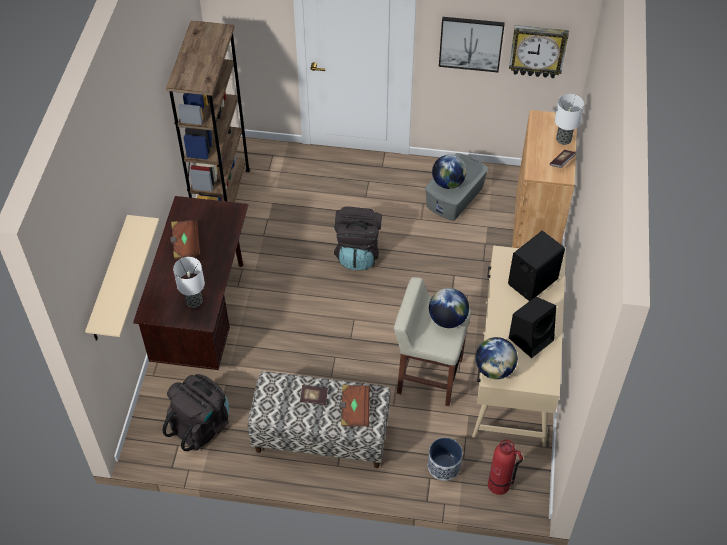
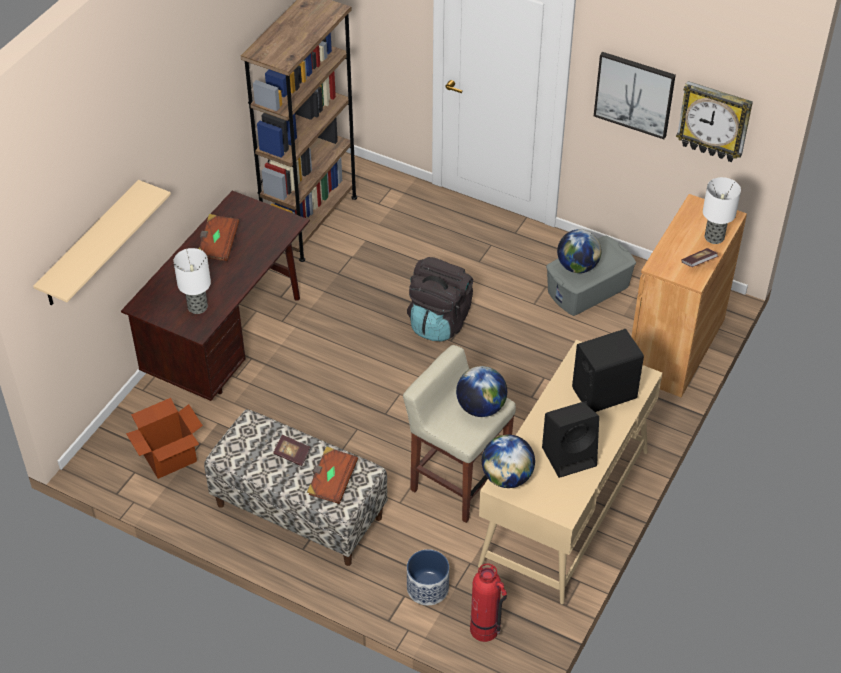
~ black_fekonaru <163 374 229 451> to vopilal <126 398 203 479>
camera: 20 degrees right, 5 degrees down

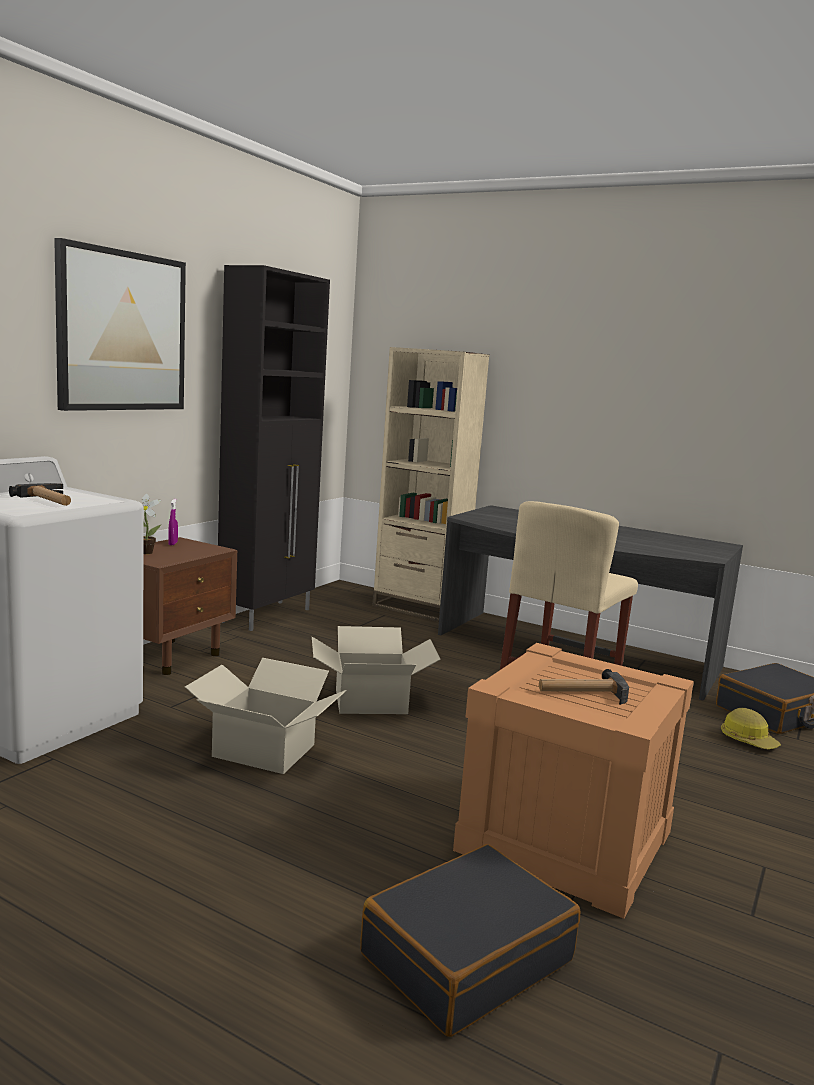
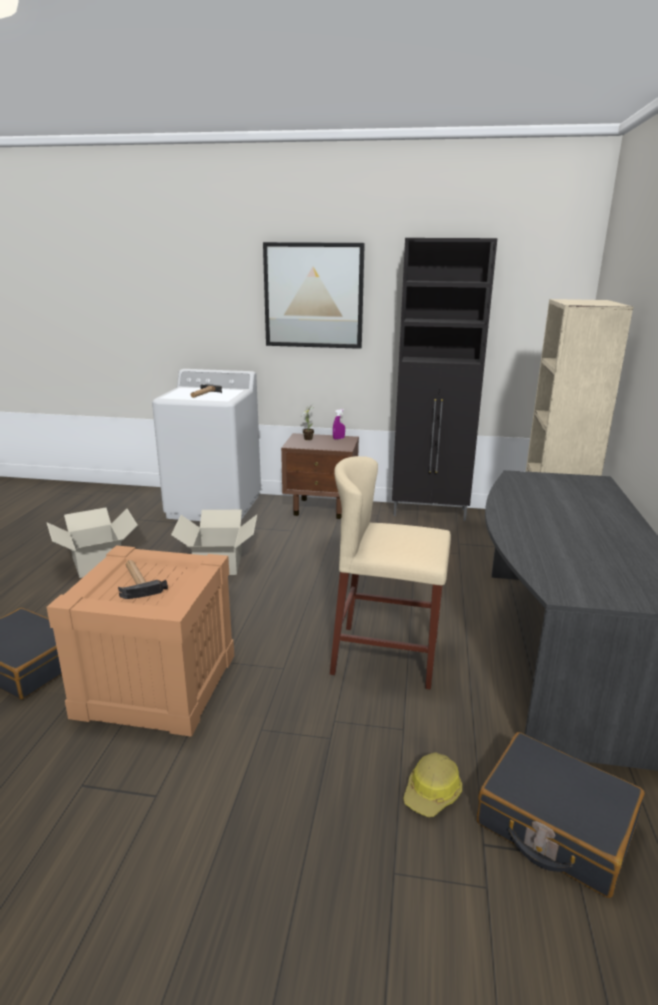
~ vopilal <312 626 441 714> to <47 508 137 578>
camera: 70 degrees right, 10 degrees up

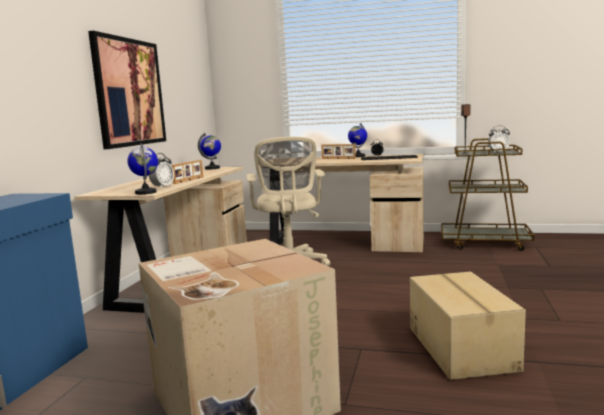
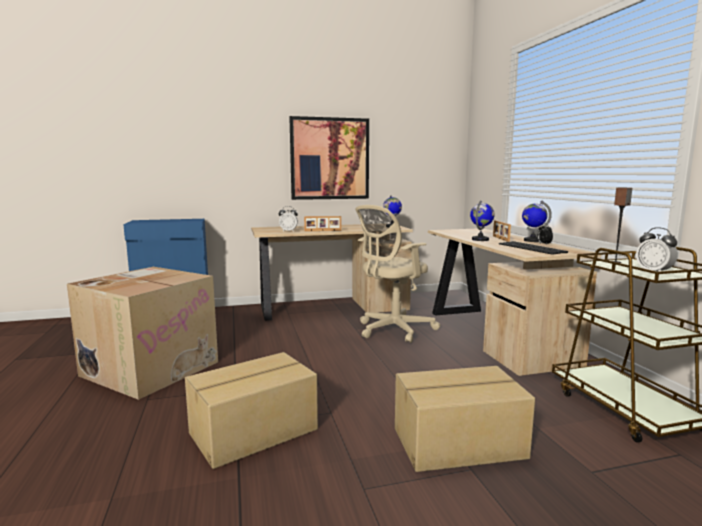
+ vopilal <395 366 535 472>
~ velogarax <128 144 158 195> to <470 200 495 241>
camera: 60 degrees right, 0 degrees up

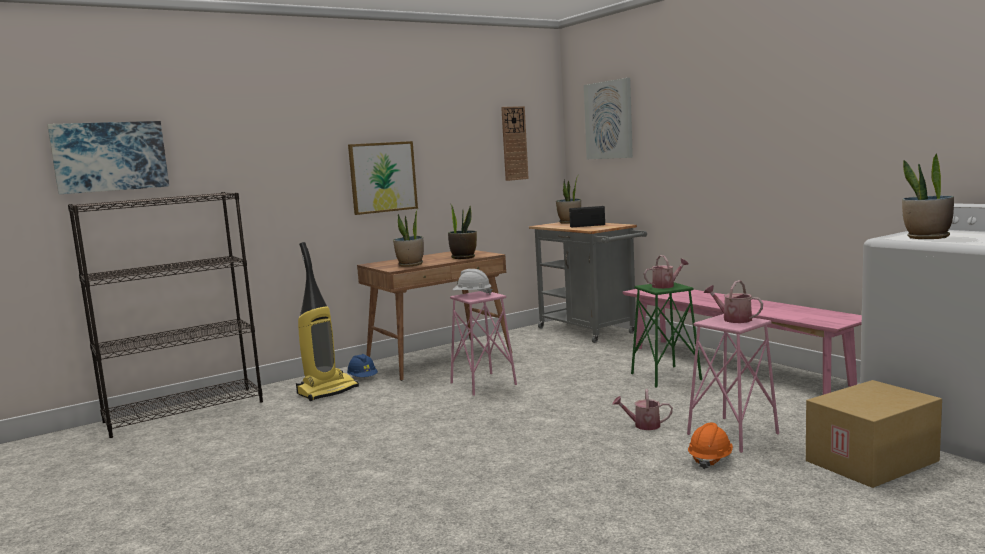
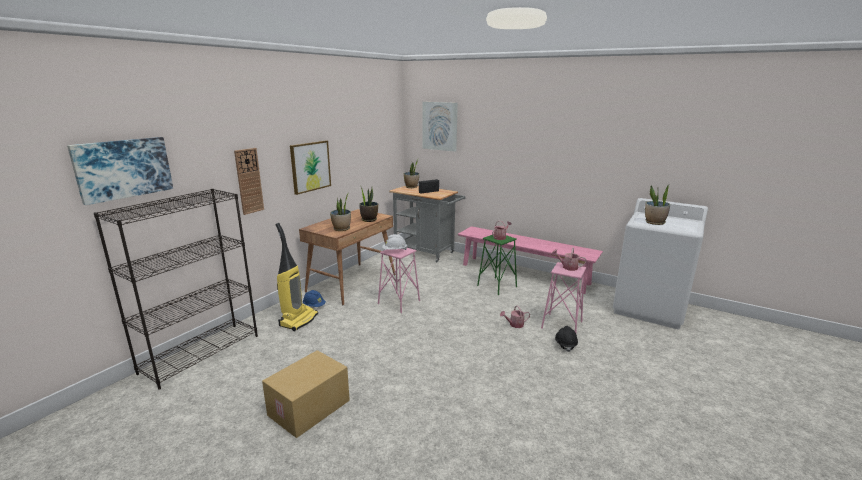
~ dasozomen <501 106 529 181> to <234 148 264 215>
~ vopilal <806 380 942 488> to <262 350 350 438>
~ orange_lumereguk <688 423 733 469> to black_lumereguk <555 326 578 352>
camera: 25 degrees left, 10 degrees up

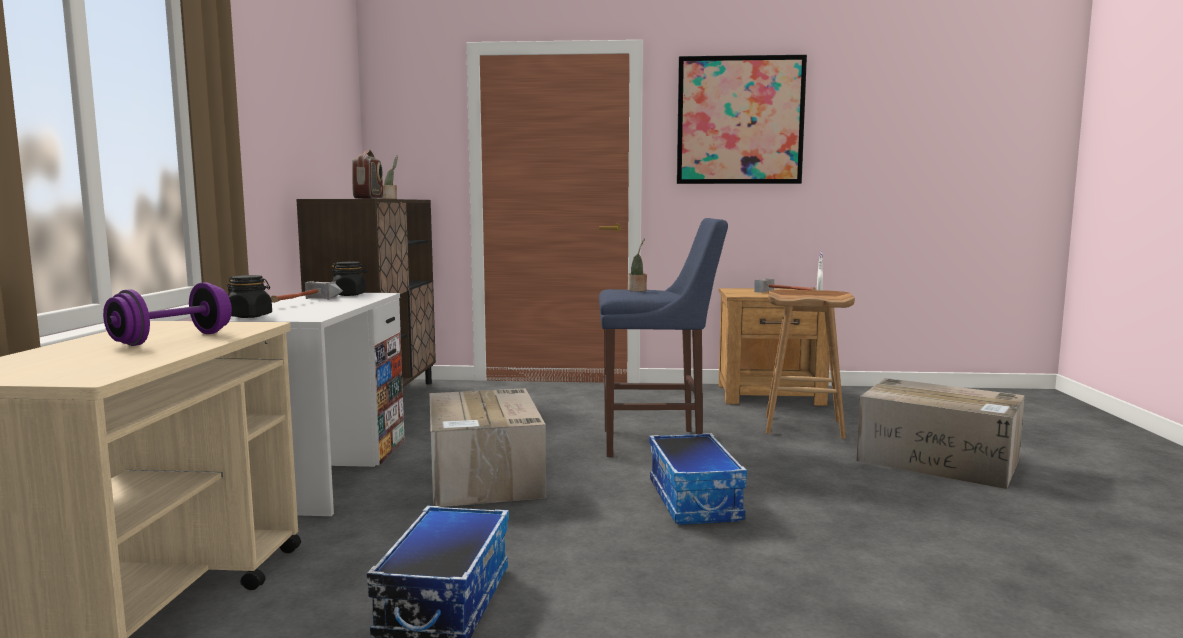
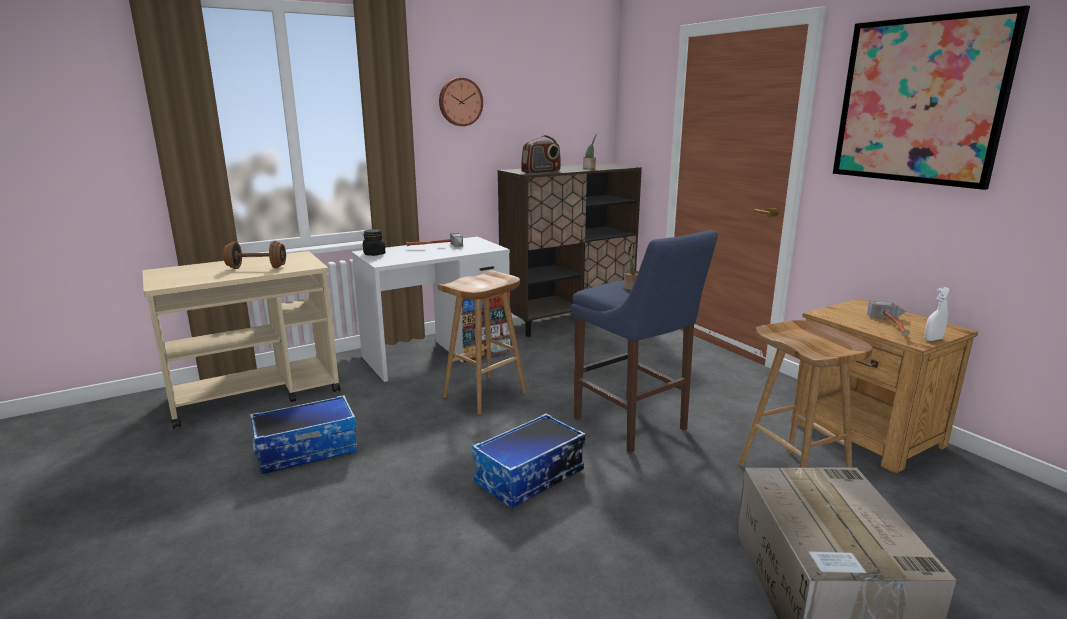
- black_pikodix <330 262 368 296>
+ dasozomen <439 78 483 126>
~ vopilal <430 388 546 507> to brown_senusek <437 270 526 414>
~ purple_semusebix <103 282 232 346> to brown_semusebix <223 241 286 269>
camera: 55 degrees right, 10 degrees up

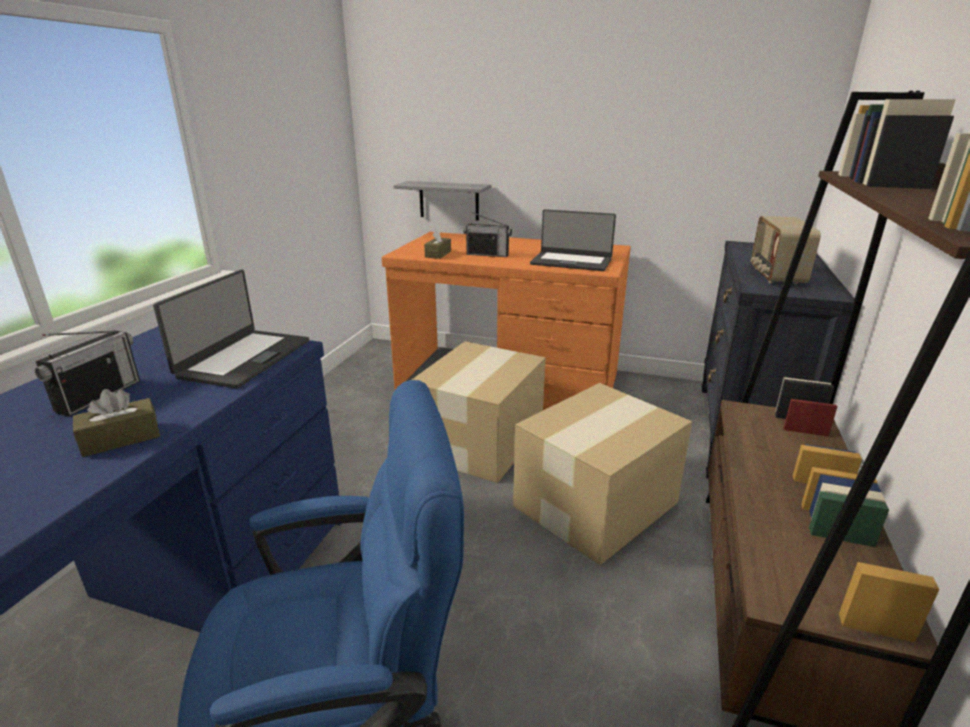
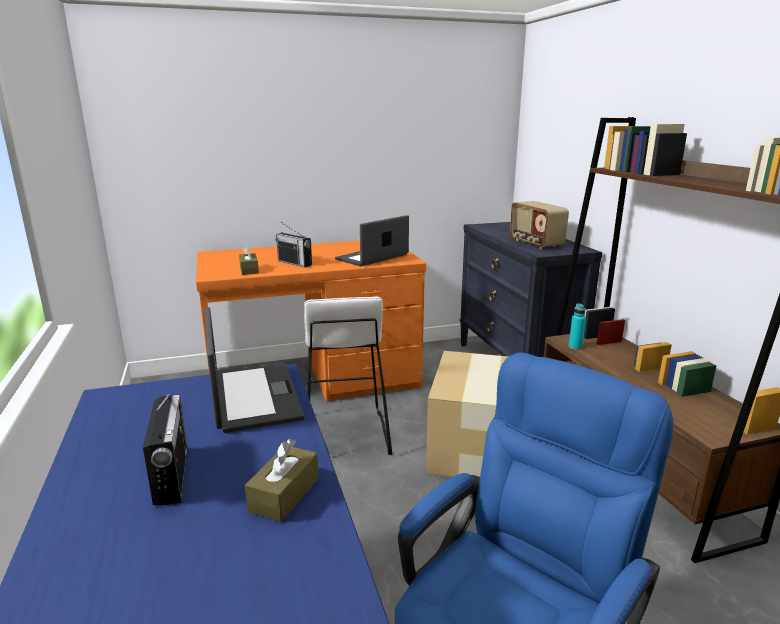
- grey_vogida <394 181 491 221>
+ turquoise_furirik <569 303 586 350>
~ vopilal <412 341 546 483> to white_senusek <304 296 392 455>
~ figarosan <463 212 512 257> = <275 222 312 267> 60 degrees clockwise
~ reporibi <530 209 616 271> = <335 215 409 266> 150 degrees clockwise
camera: 35 degrees left, 5 degrees down

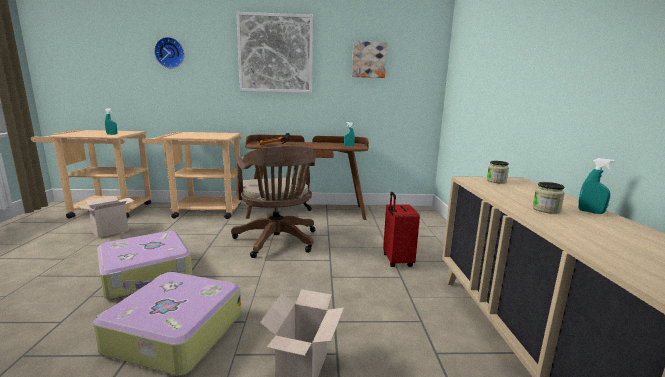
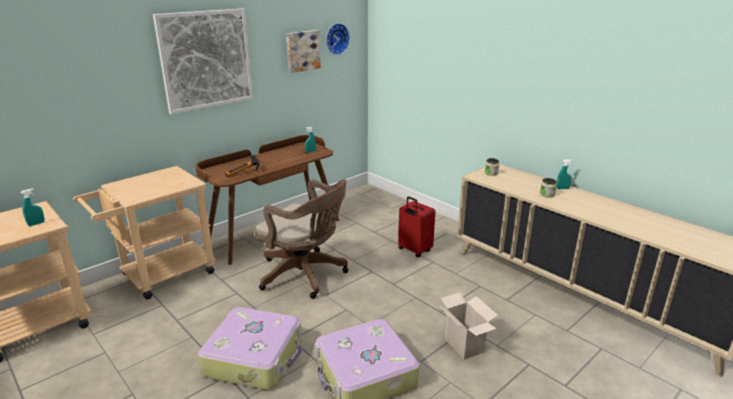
- vopilal <77 196 134 238>
~ dasozomen <154 37 184 69> to <326 23 350 55>
camera: 40 degrees left, 10 degrees up

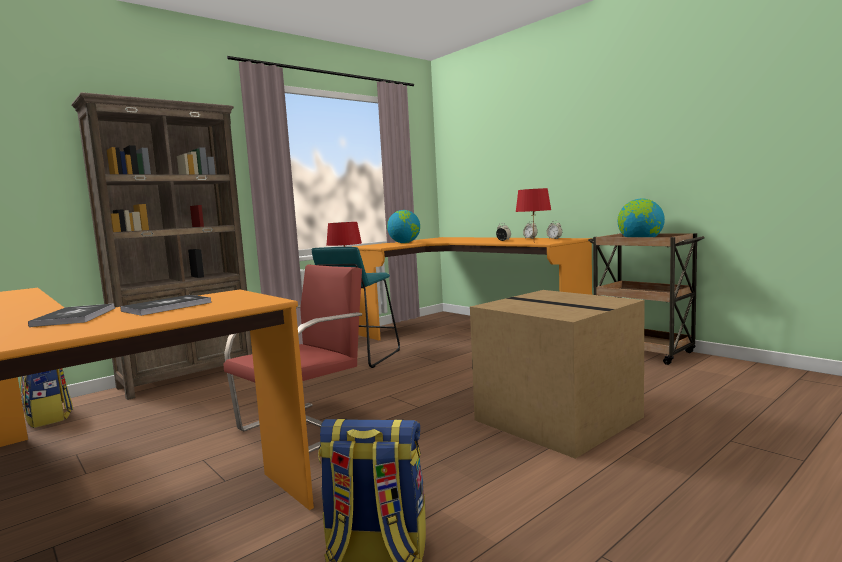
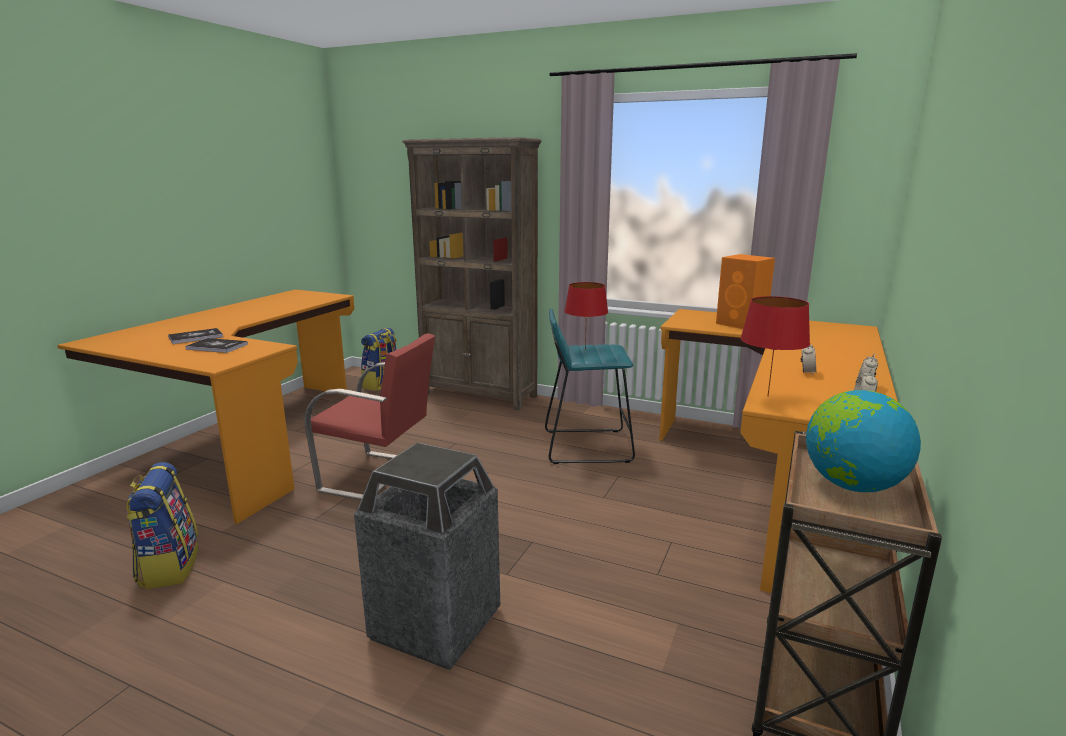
~ velogarax <387 210 420 243> to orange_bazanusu <716 254 775 329>
~ vopilal <470 290 645 459> to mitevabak <354 442 500 670>
camera: 65 degrees right, 10 degrees up

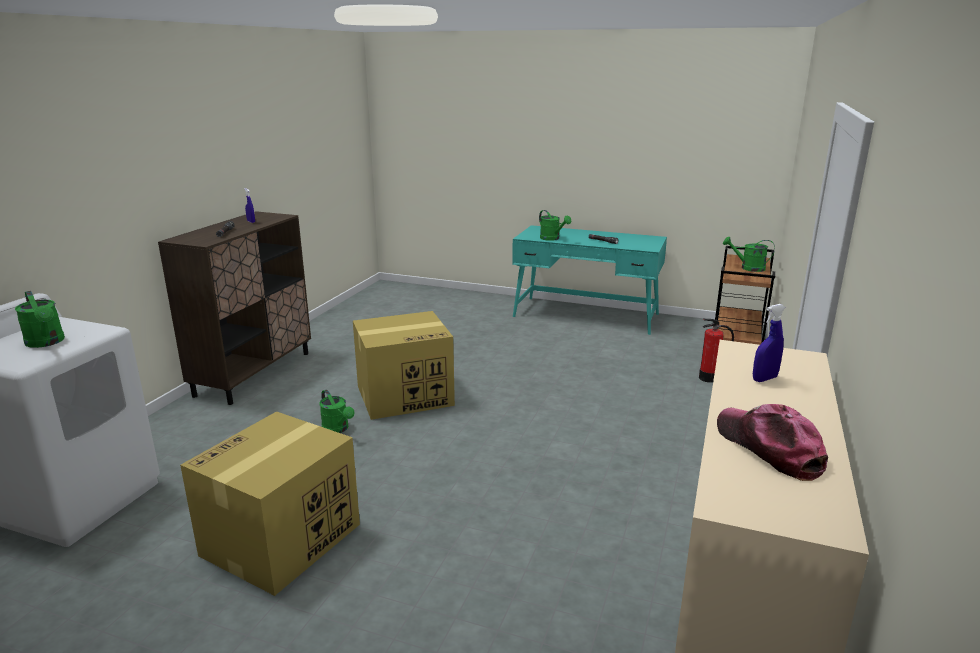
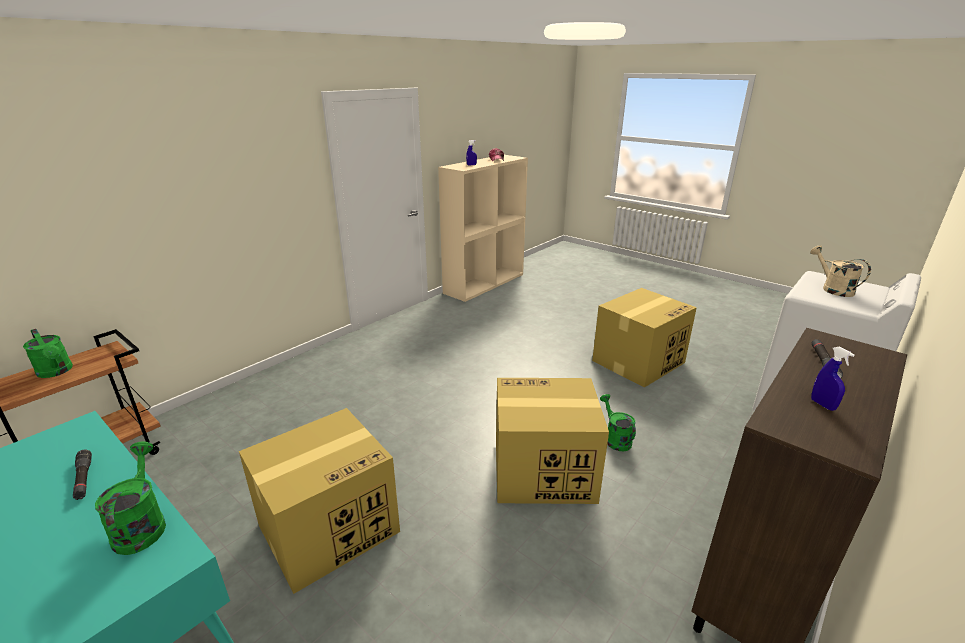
- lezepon <699 319 734 383>
+ vopilal <239 408 400 594>
~ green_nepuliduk <15 291 65 348> to beige_nepuliduk <810 245 871 297>
camera: 160 degrees left, 5 degrees up

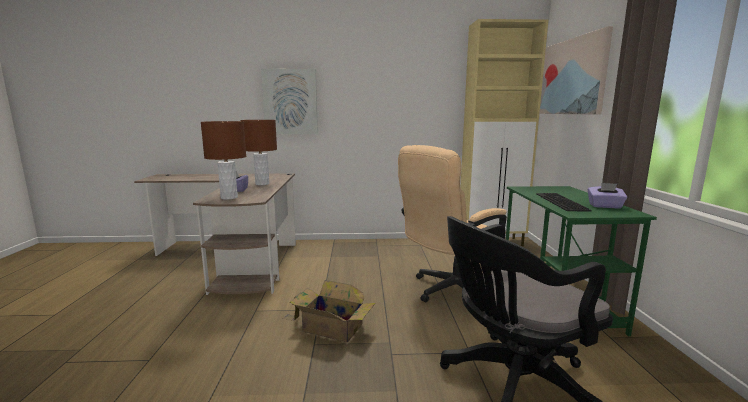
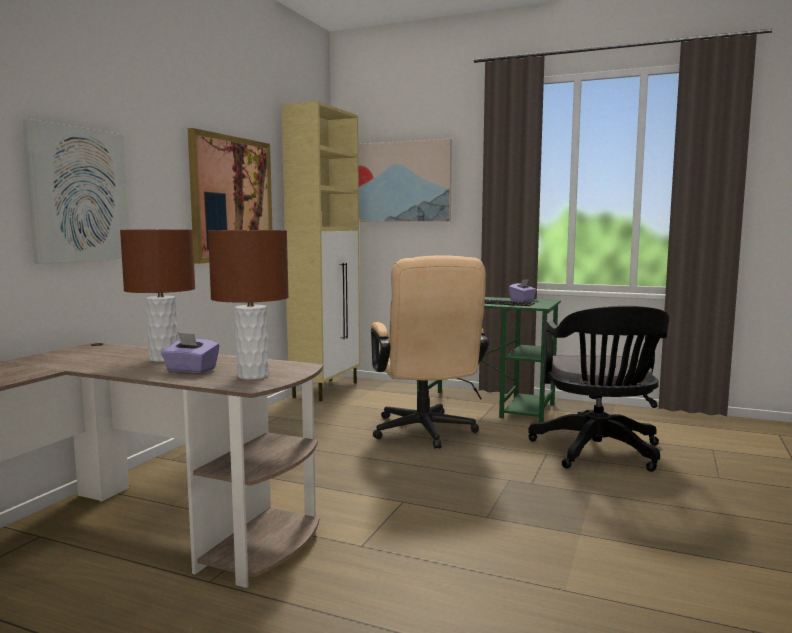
- vopilal <283 280 376 342>
+ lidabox <188 128 272 264>
camera: 65 degrees left, 5 degrees down

